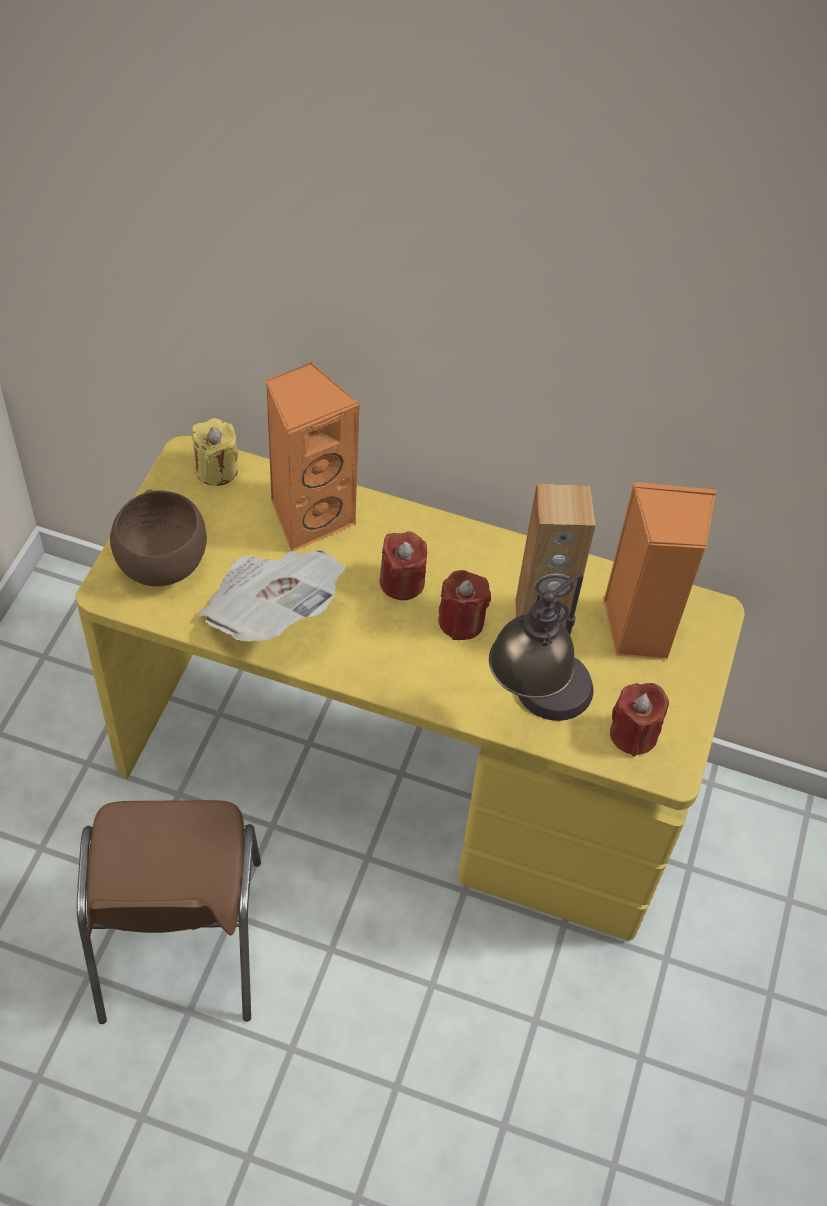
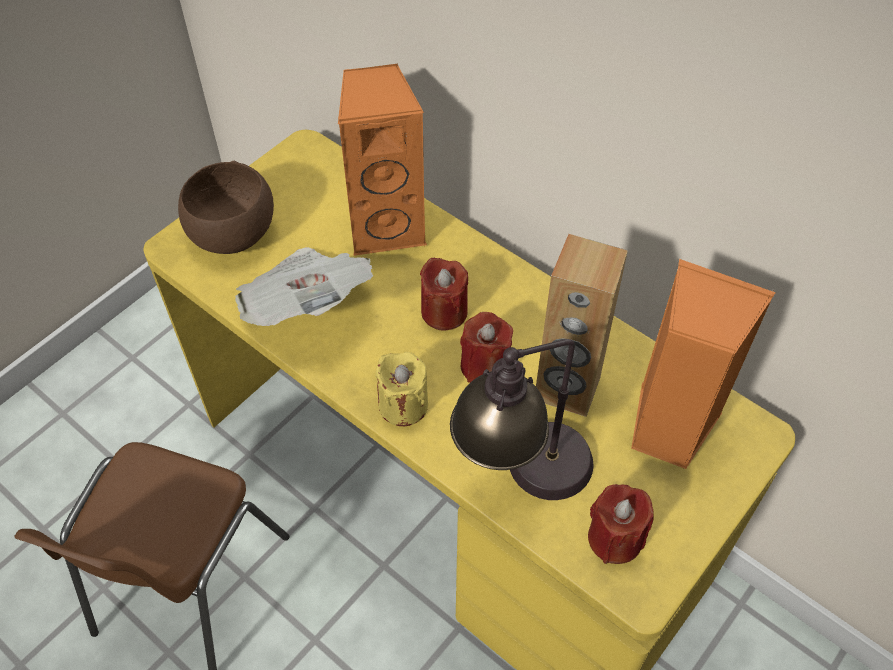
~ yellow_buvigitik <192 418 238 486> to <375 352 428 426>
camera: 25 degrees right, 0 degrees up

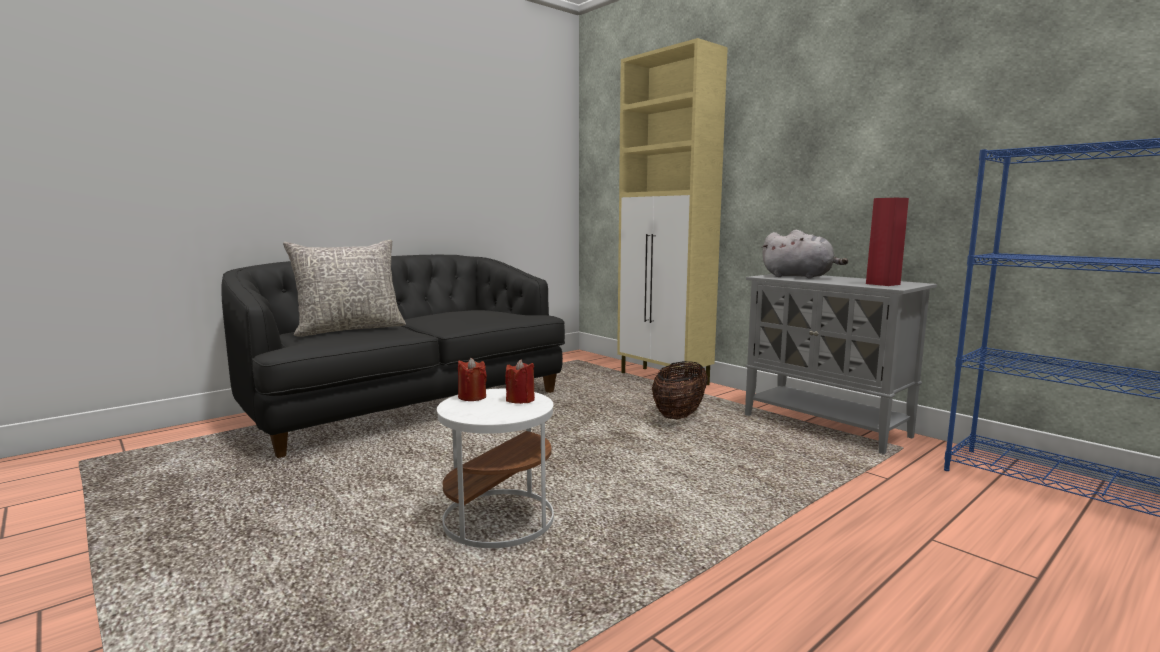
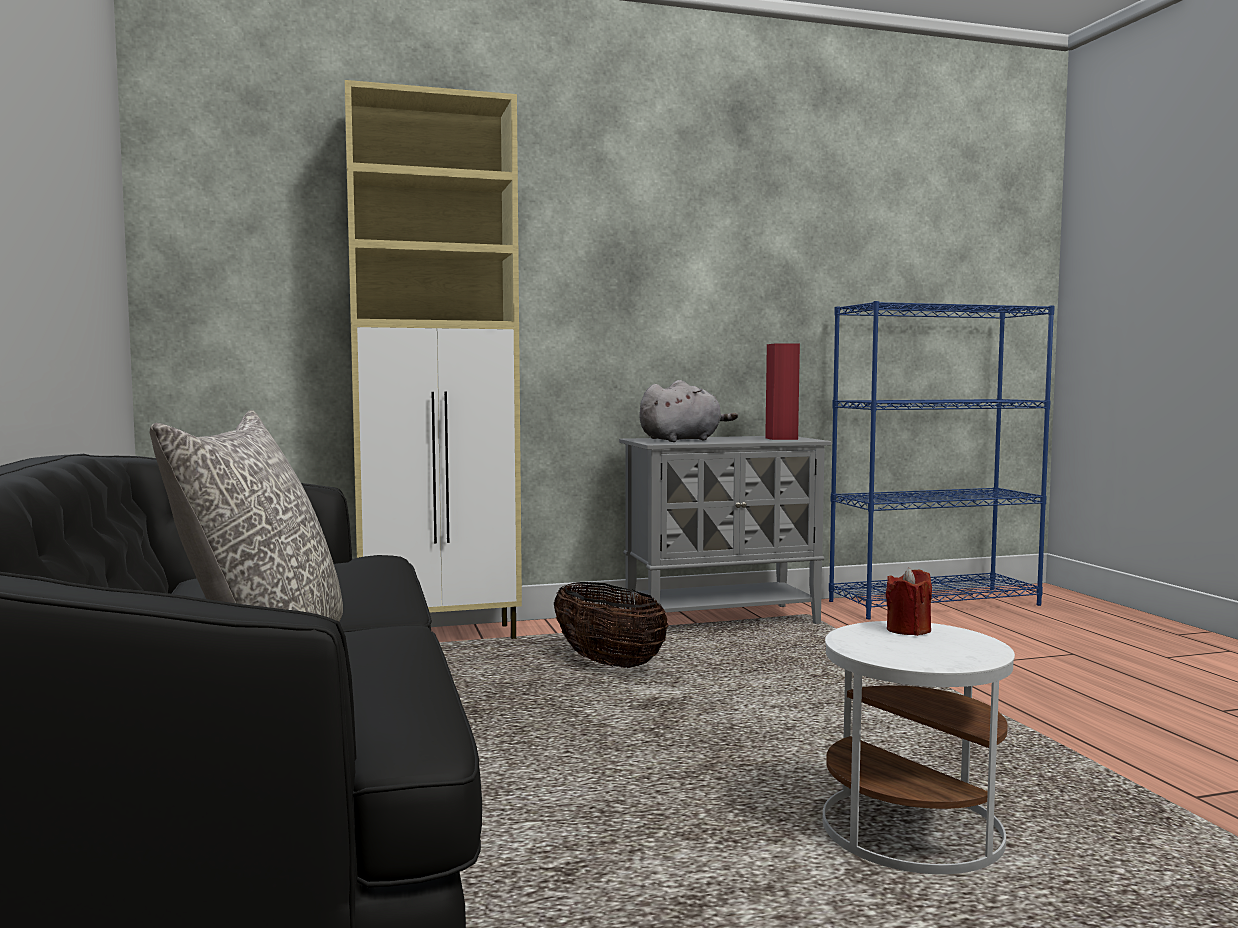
- red_buvigitik <458 358 487 401>
camera: 65 degrees left, 5 degrees down

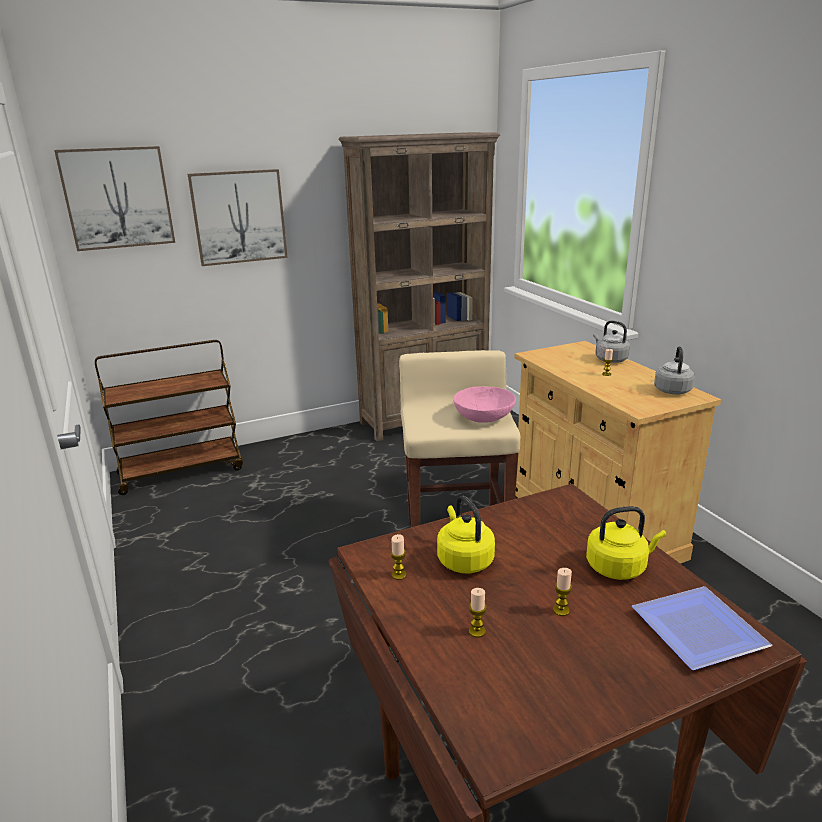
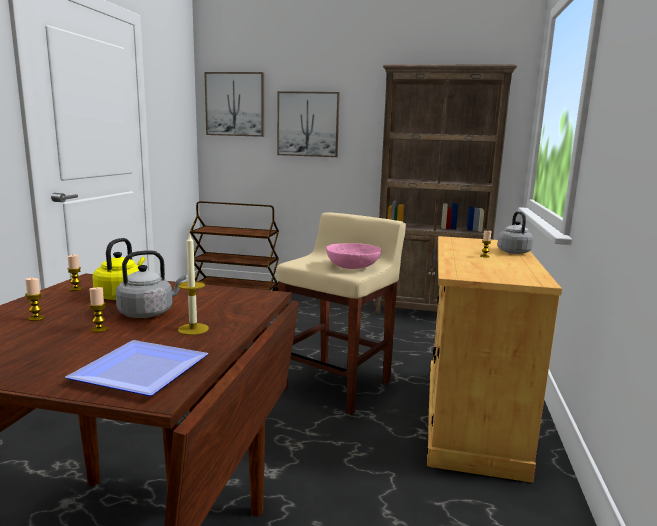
~ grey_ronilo <654 346 695 394> to <115 250 186 318>
~ yellow_ronilo <586 506 666 580> to buvigitik <178 234 209 335>
camera: 35 degrees right, 10 degrees down

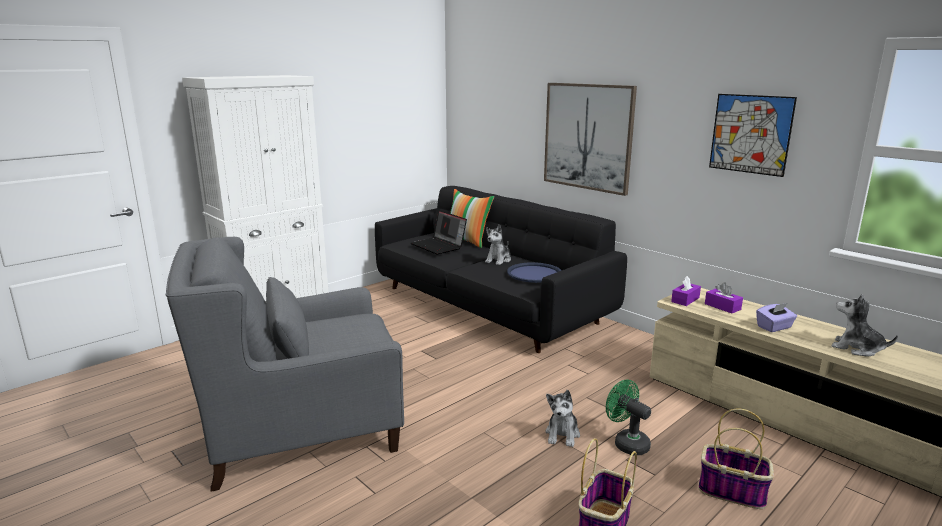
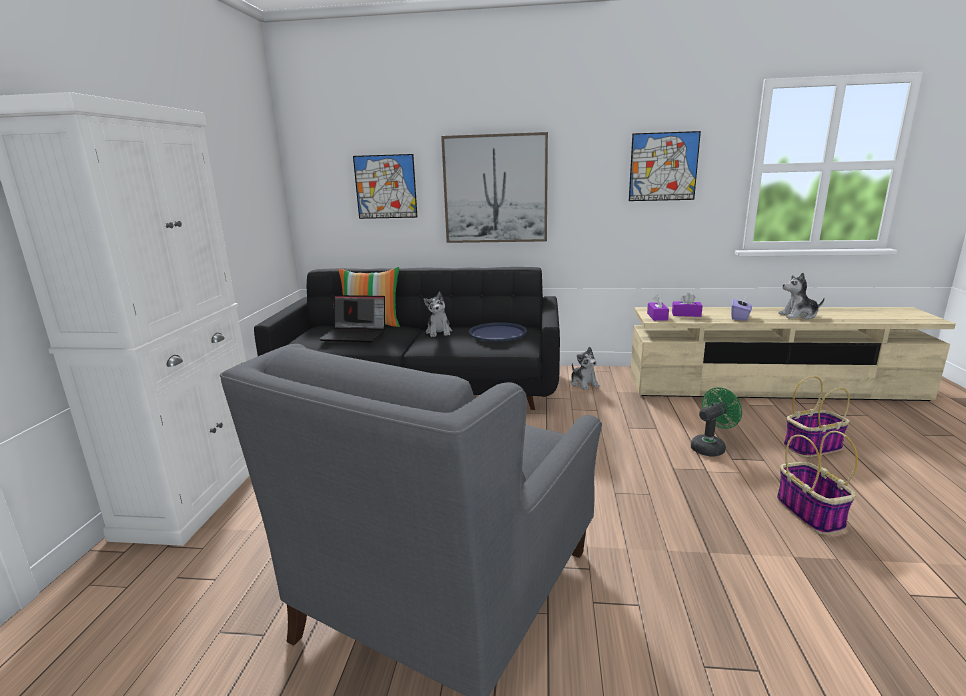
+ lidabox <353 154 418 219>
~ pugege <545 390 580 447> to <571 347 600 390>
~ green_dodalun <606 380 651 455> = <691 387 742 457> 135 degrees clockwise
camera: 40 degrees left, 0 degrees up

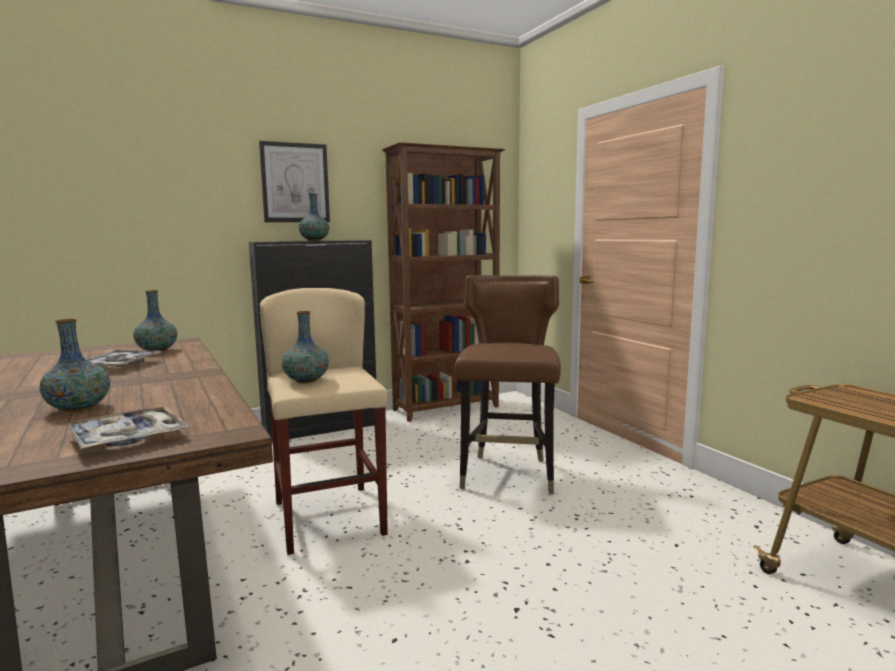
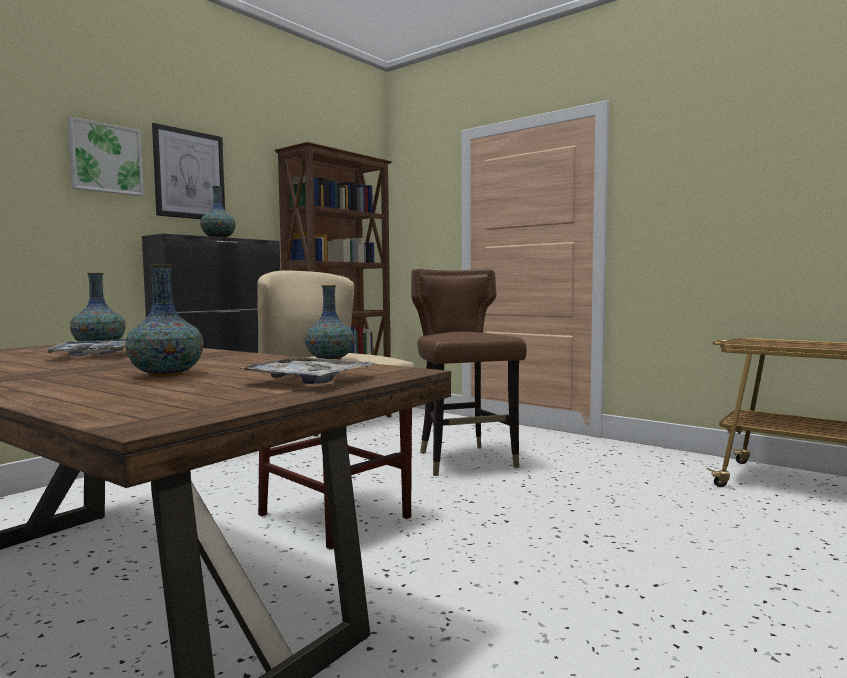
+ lidabox <67 117 144 196>
camera: 25 degrees left, 5 degrees down

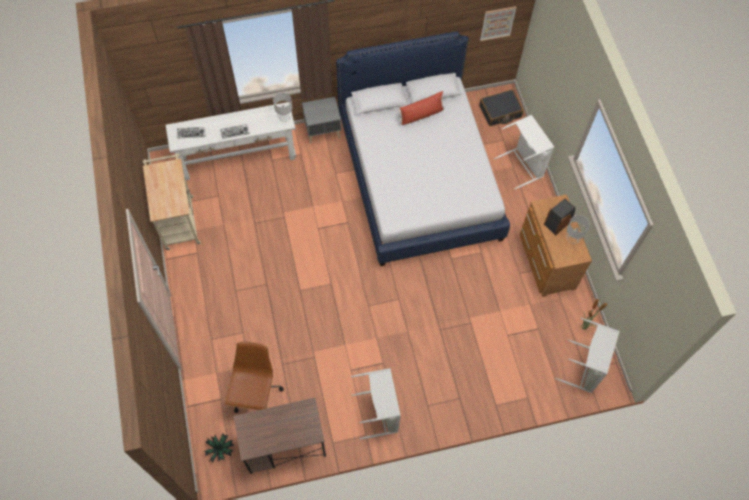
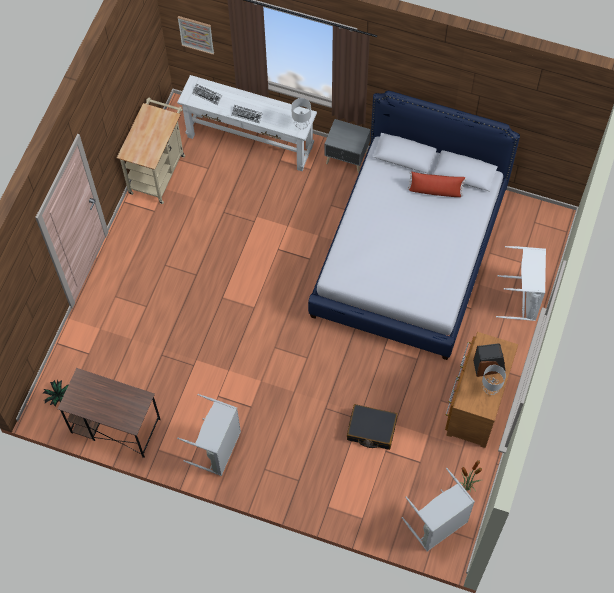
- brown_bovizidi <225 342 284 413>
~ lidabox <480 6 517 41> to <177 16 214 55>
~ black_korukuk <480 90 523 126> to <347 404 398 450>
camera: 35 degrees right, 0 degrees up

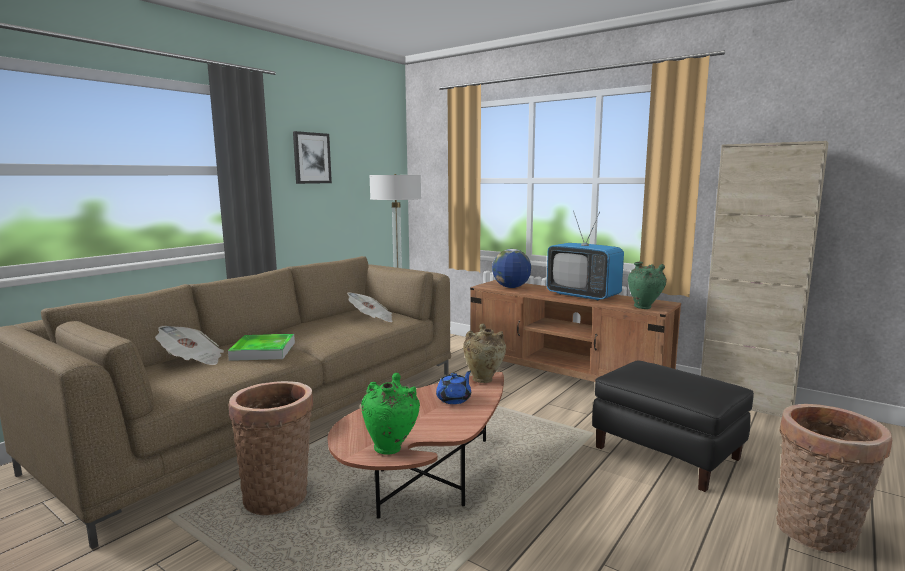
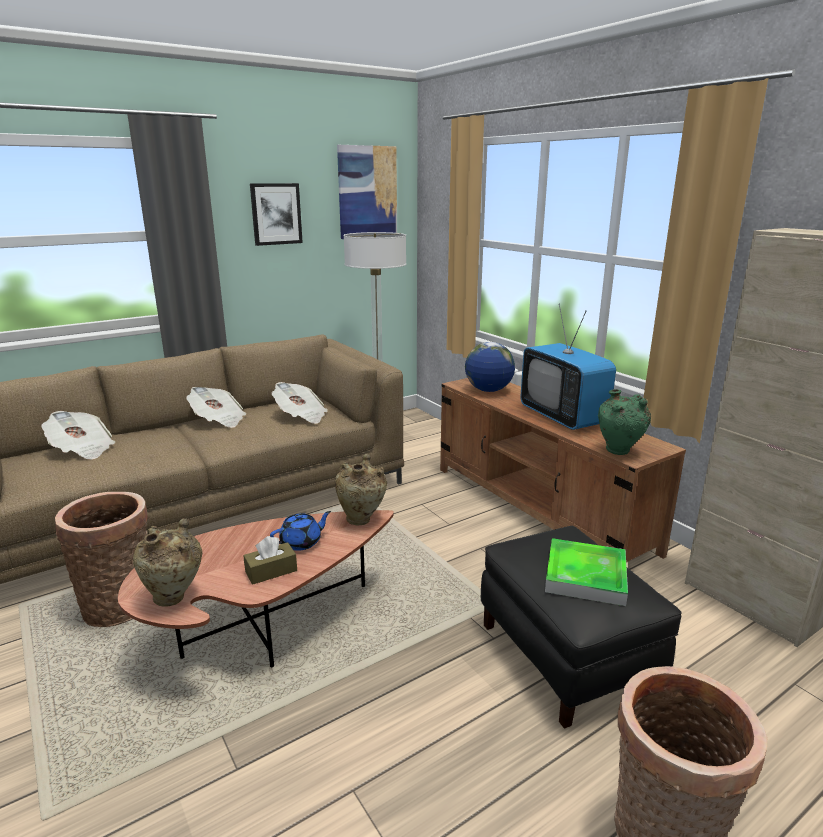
+ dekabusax <186 387 247 428>
+ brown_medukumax <243 536 297 585>
+ lidabox <337 145 397 239>
~ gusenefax <228 334 295 361> to <545 538 628 606>
~ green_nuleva <361 373 420 455> to beige_nuleva <133 518 203 607>
camera: 20 degrees right, 10 degrees up

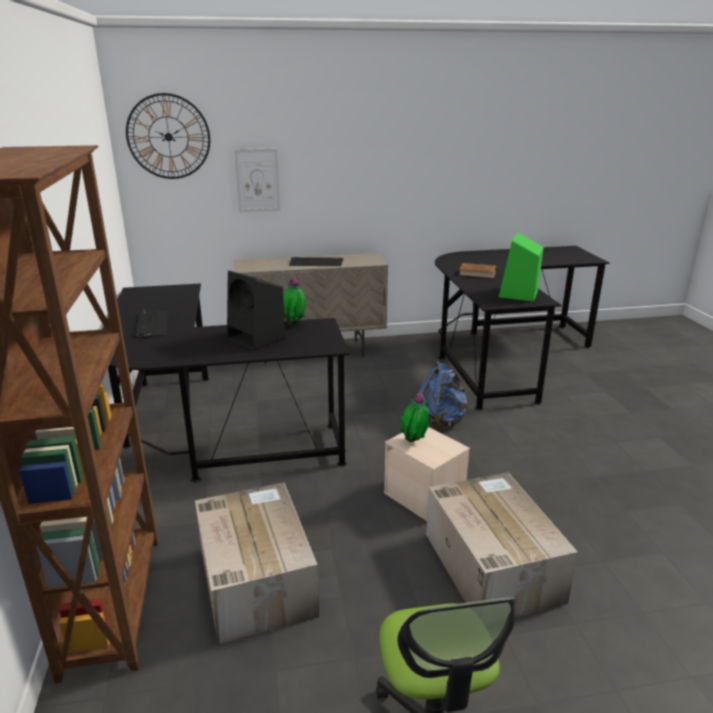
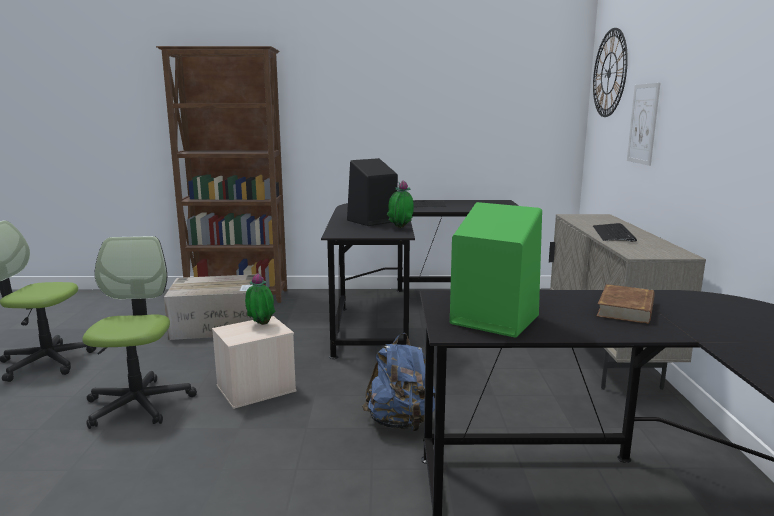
~ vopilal <426 473 578 617> to bovizidi <82 236 197 429>
camera: 100 degrees right, 10 degrees down

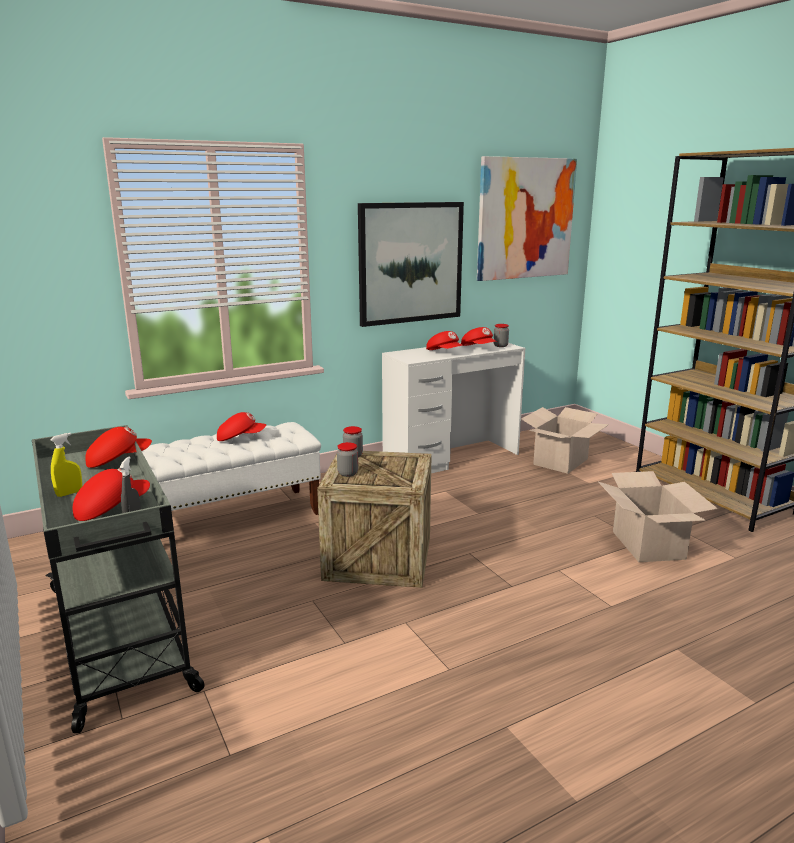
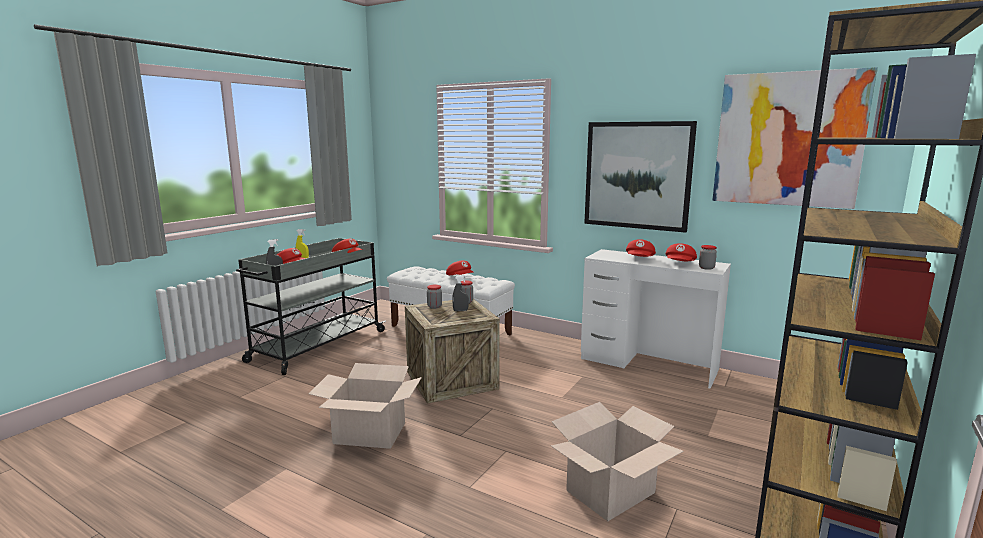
+ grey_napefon <452 275 469 311>
~ vopilal <521 407 609 474> to <309 363 422 449>
camera: 60 degrees right, 5 degrees down

